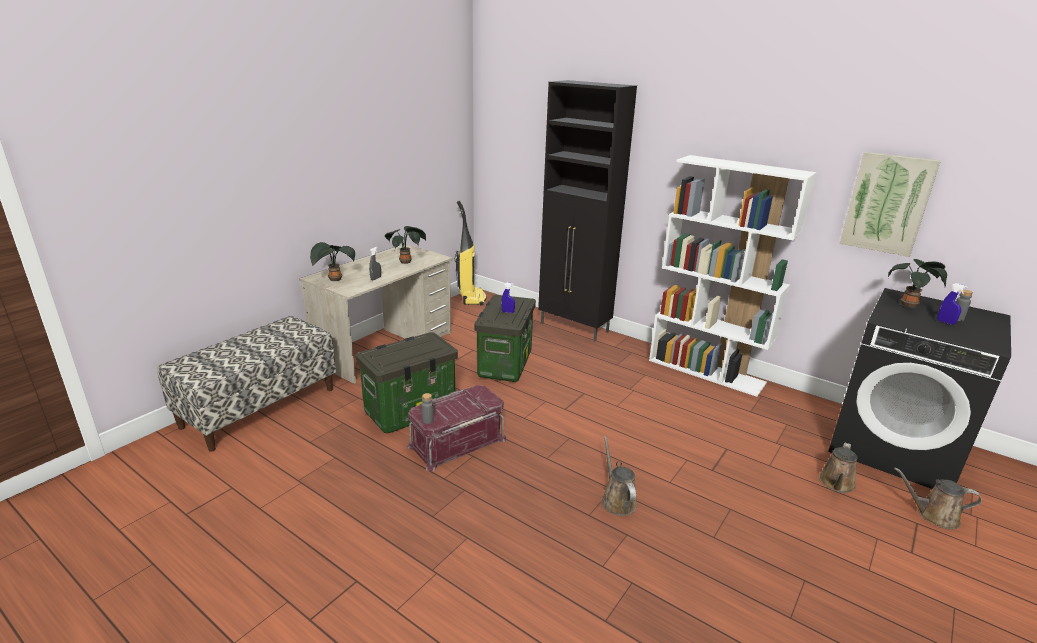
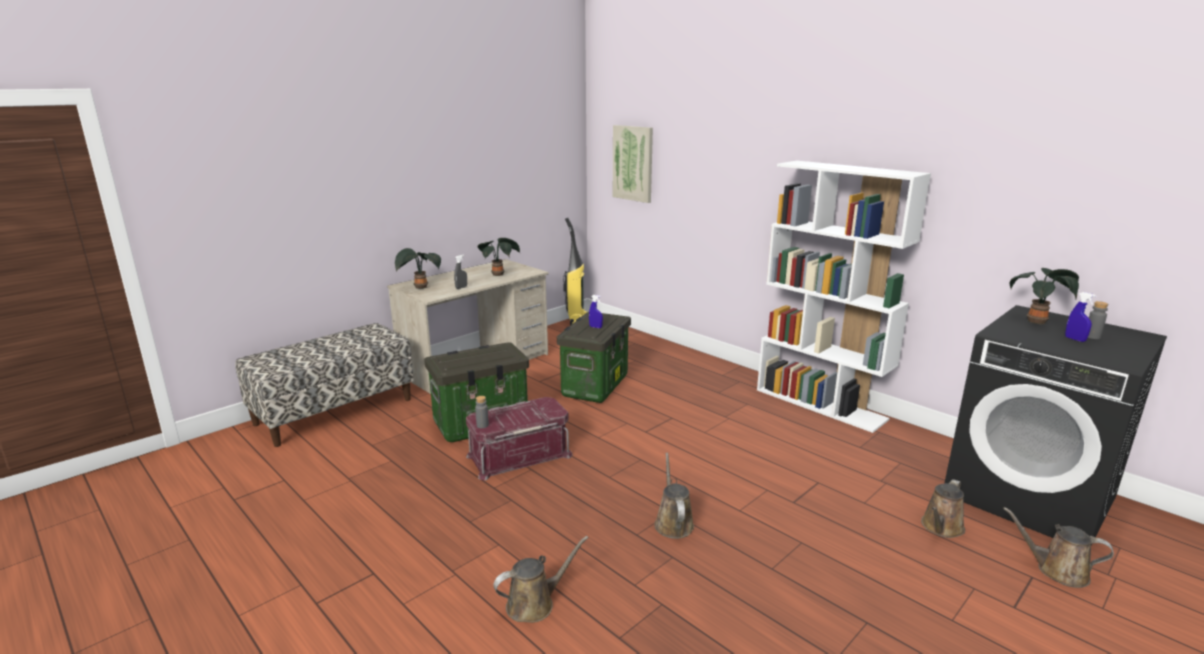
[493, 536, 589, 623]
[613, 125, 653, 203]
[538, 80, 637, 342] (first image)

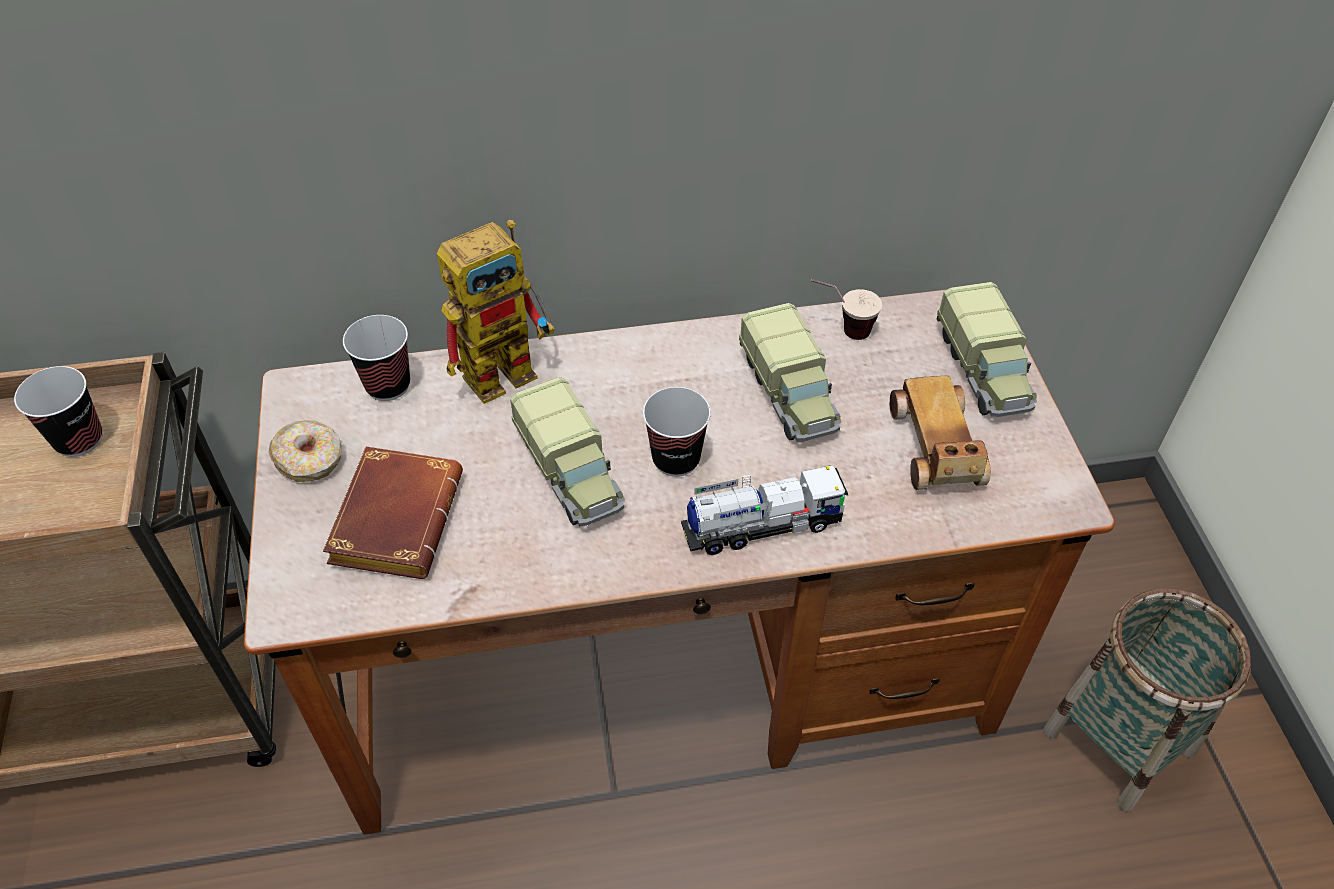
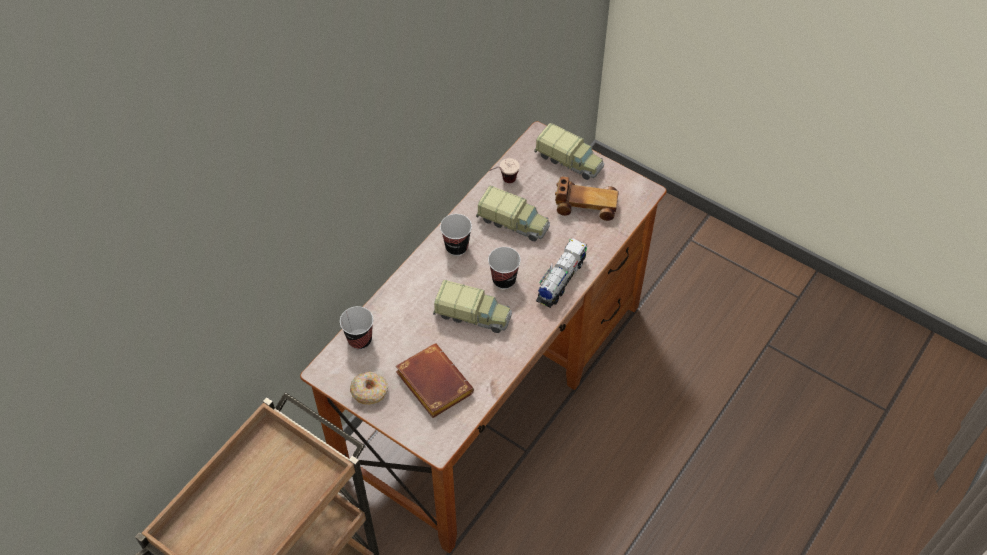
[440, 214, 472, 256]
[555, 176, 619, 221]
[437, 220, 555, 404] (first image)
[1043, 589, 1251, 812] (first image)

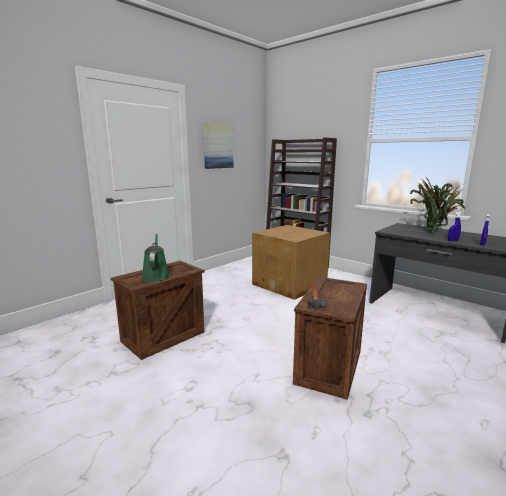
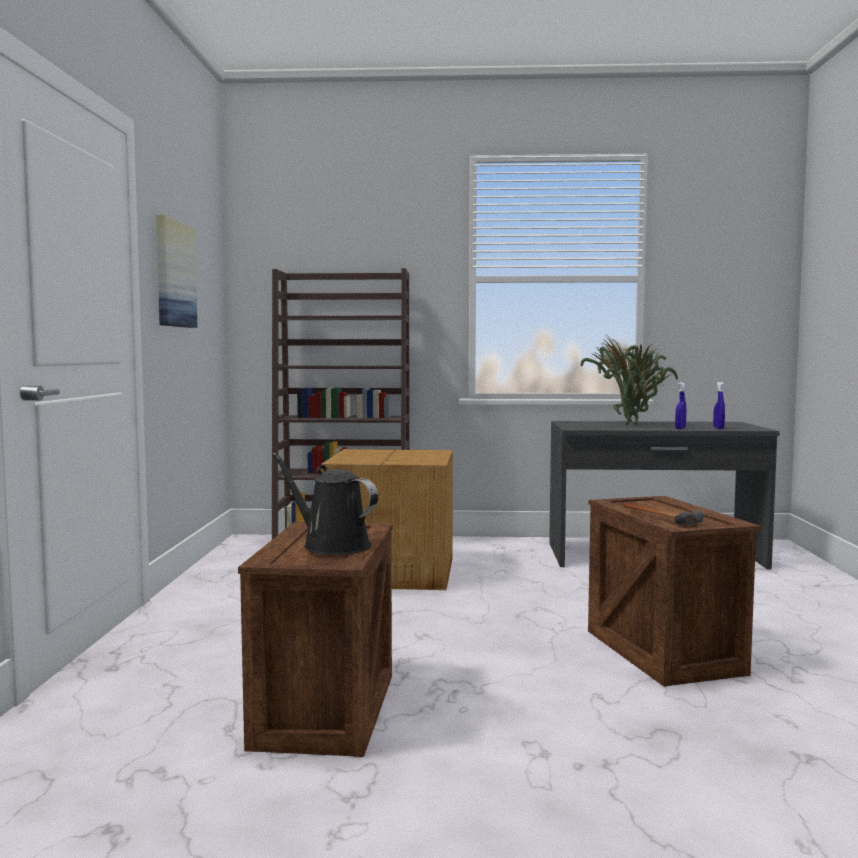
[272, 453, 378, 554]

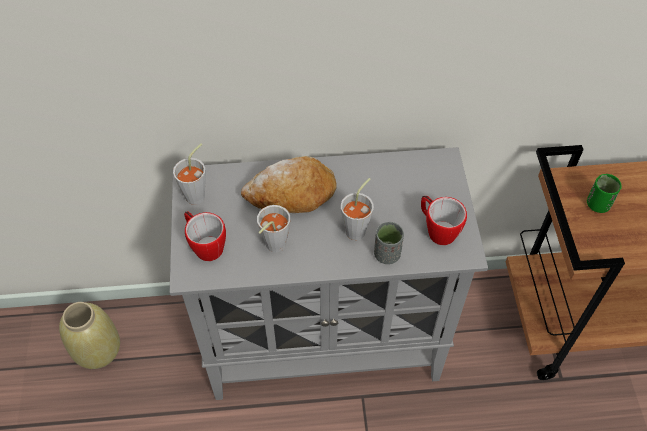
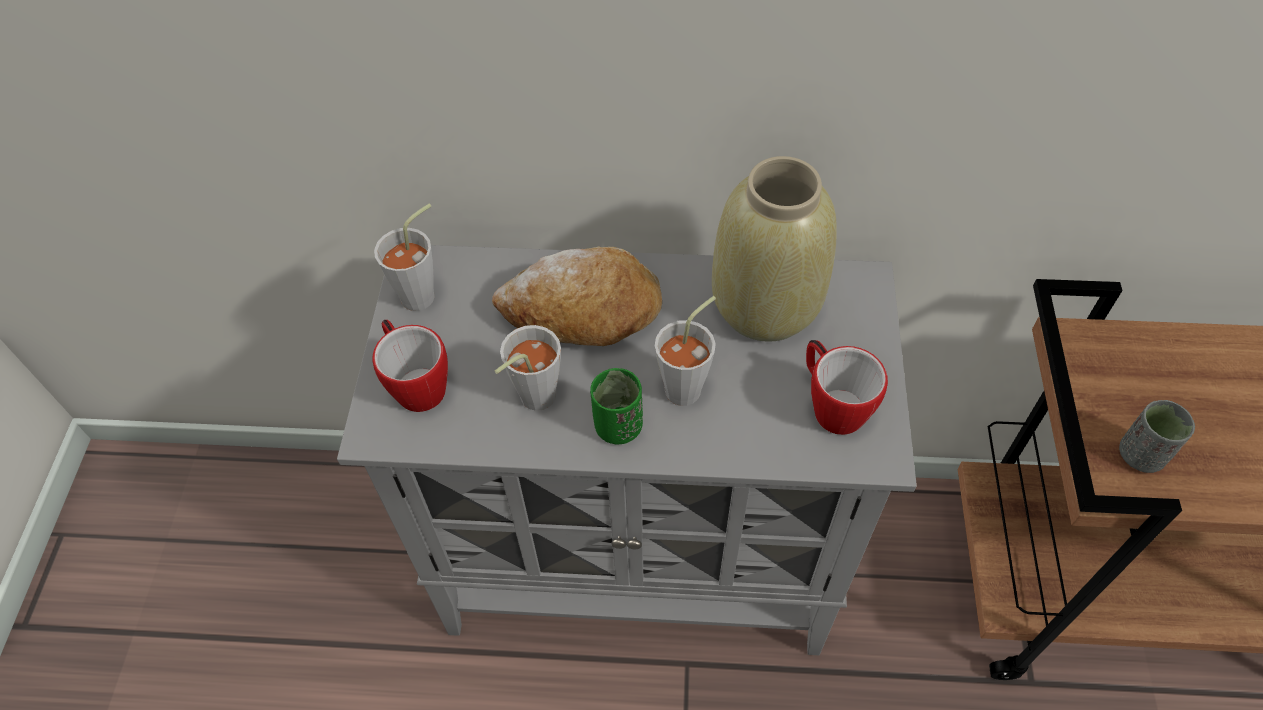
[590, 368, 643, 445]
[712, 156, 837, 342]
[1119, 400, 1195, 473]

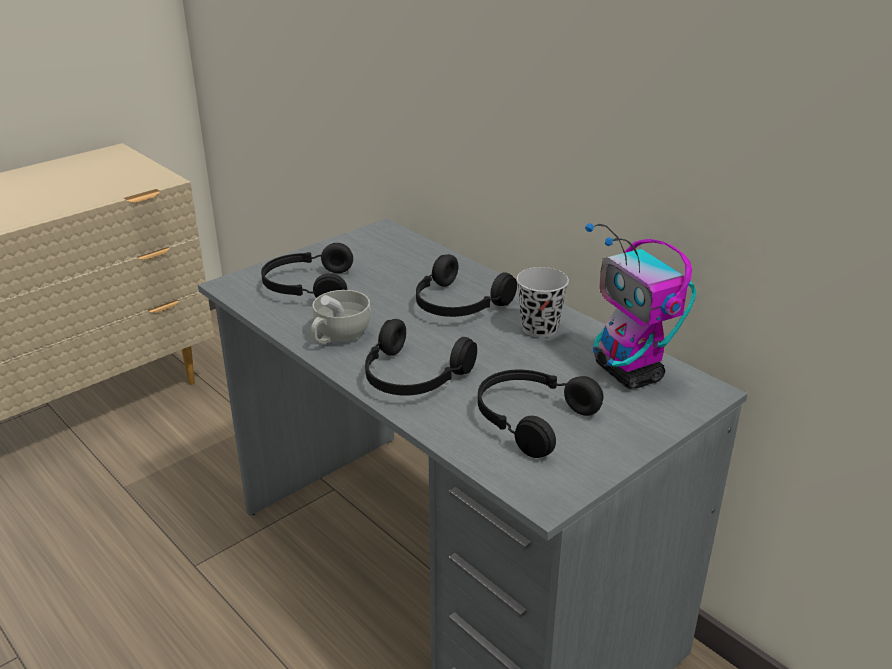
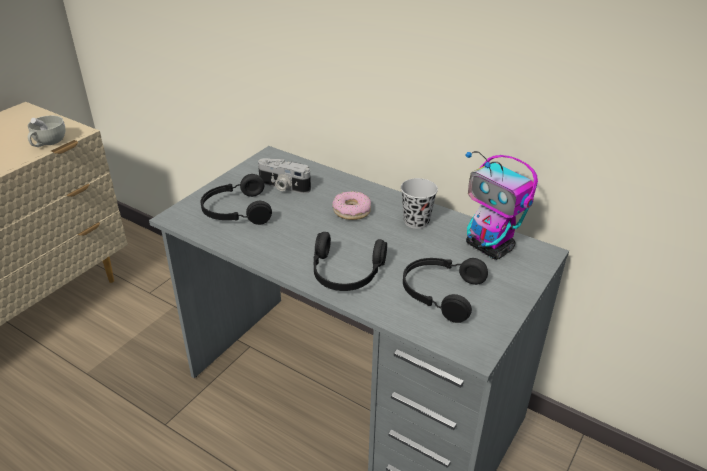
[28, 116, 65, 147]
[258, 158, 311, 194]
[332, 191, 371, 220]

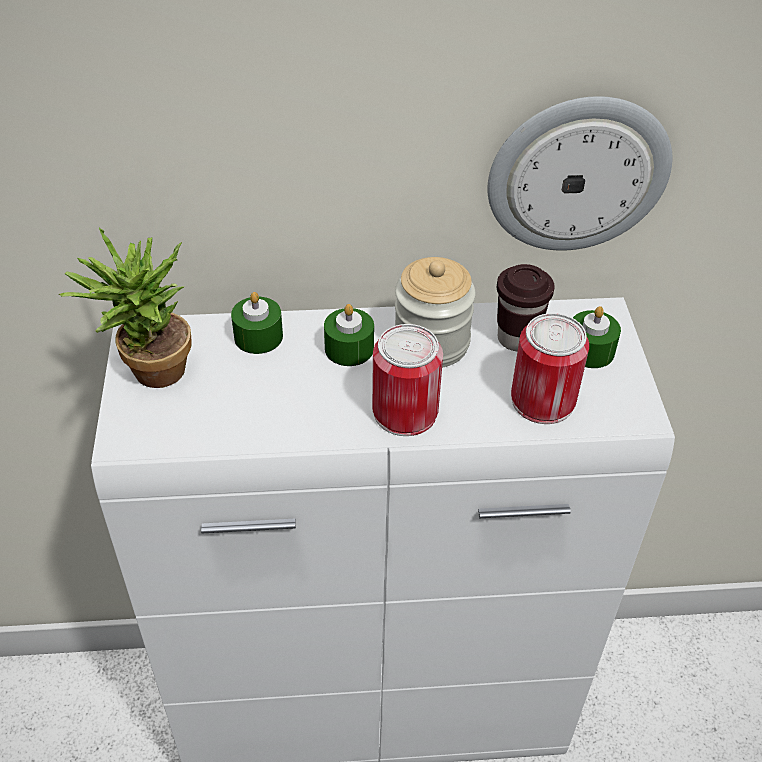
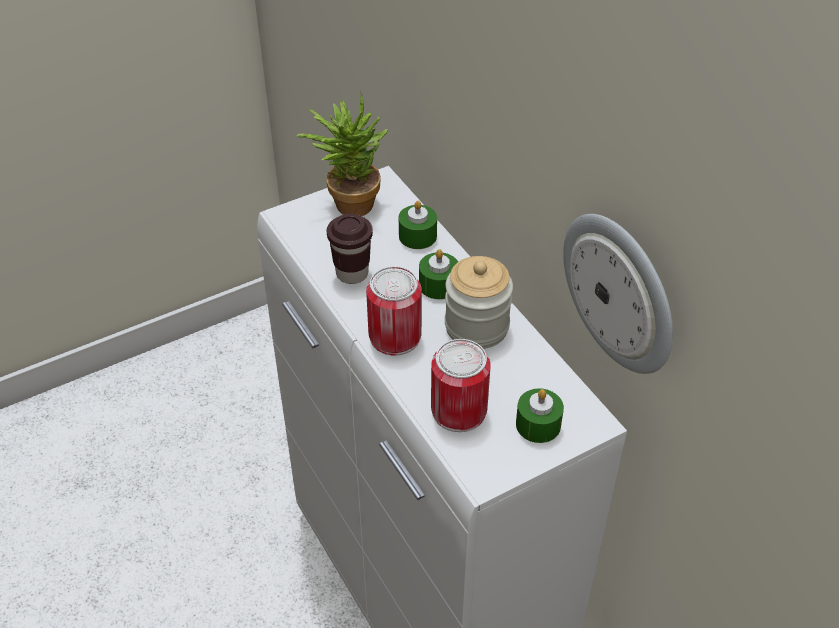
[327, 214, 373, 284]

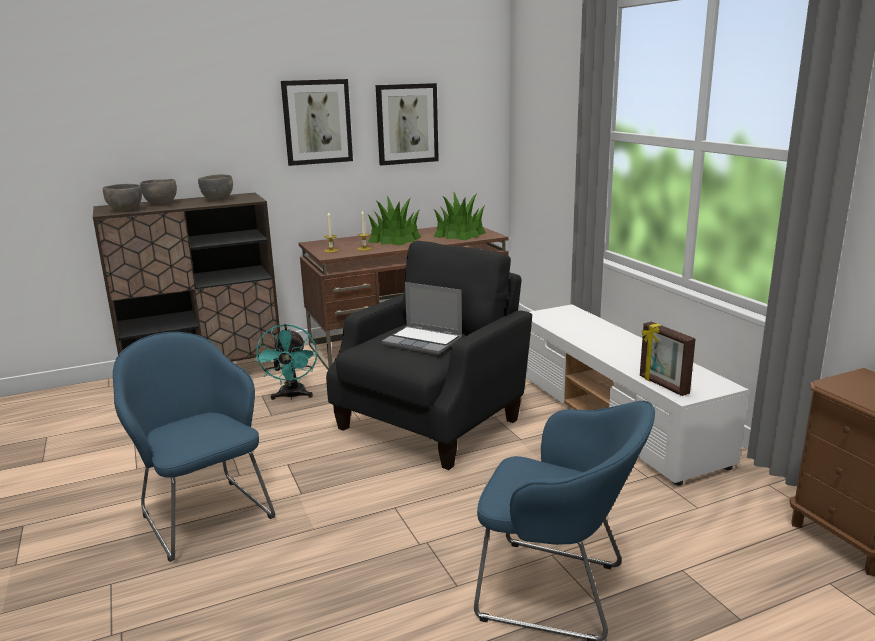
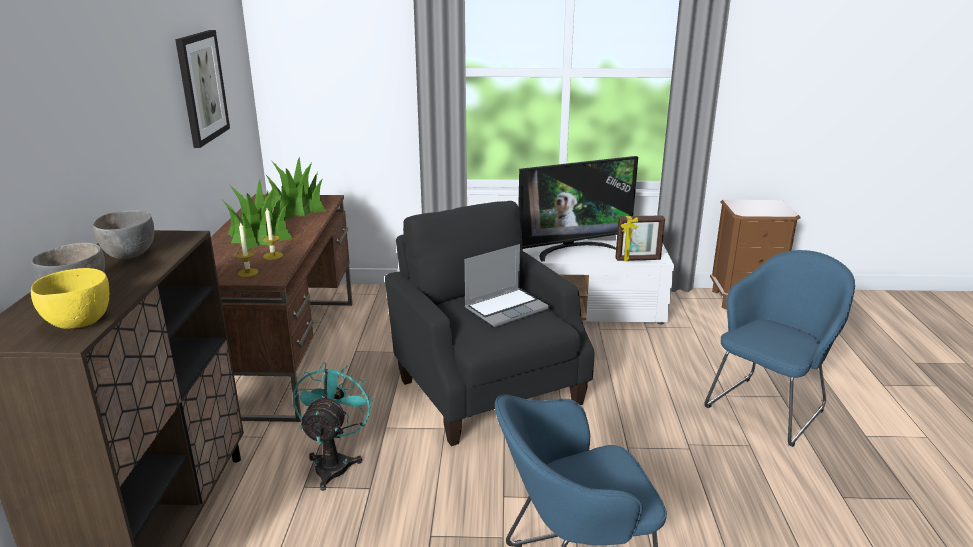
[31, 268, 109, 329]
[293, 362, 374, 491]
[518, 156, 638, 261]
[281, 79, 353, 166] (first image)

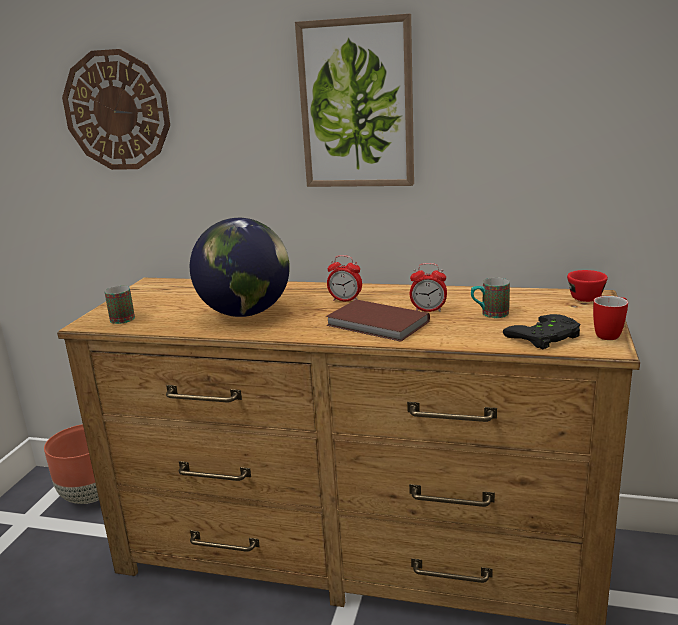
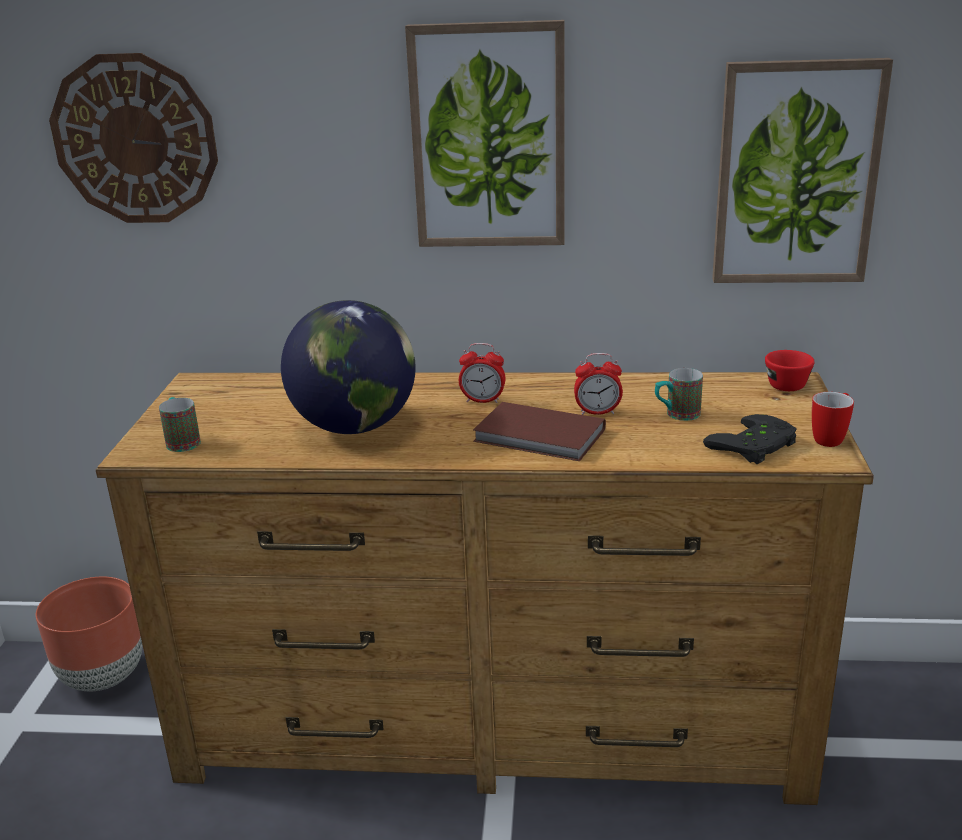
[712, 58, 893, 283]

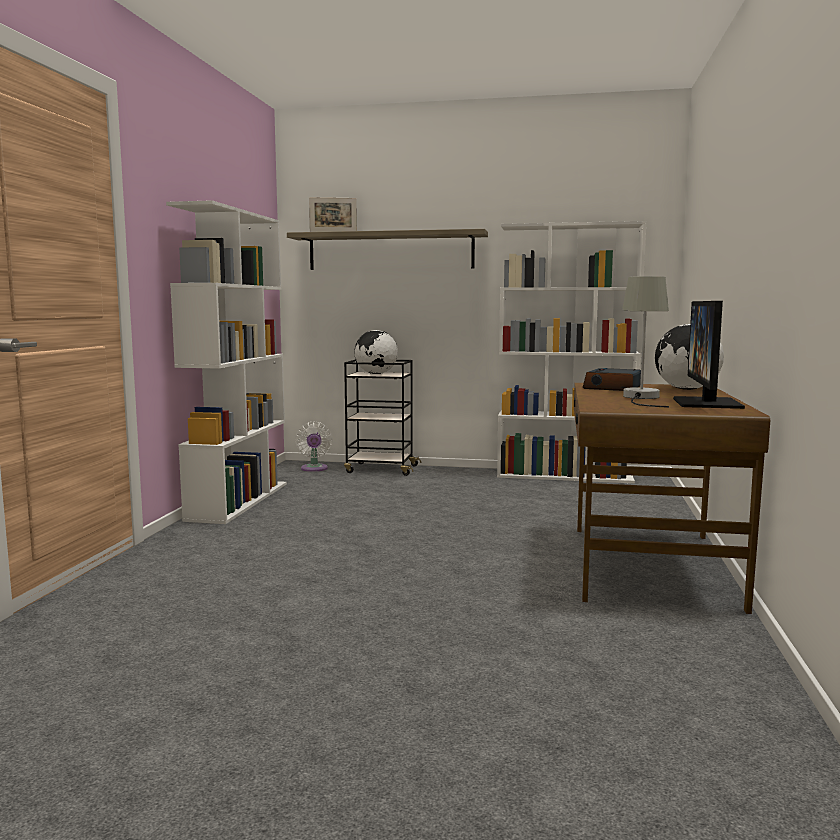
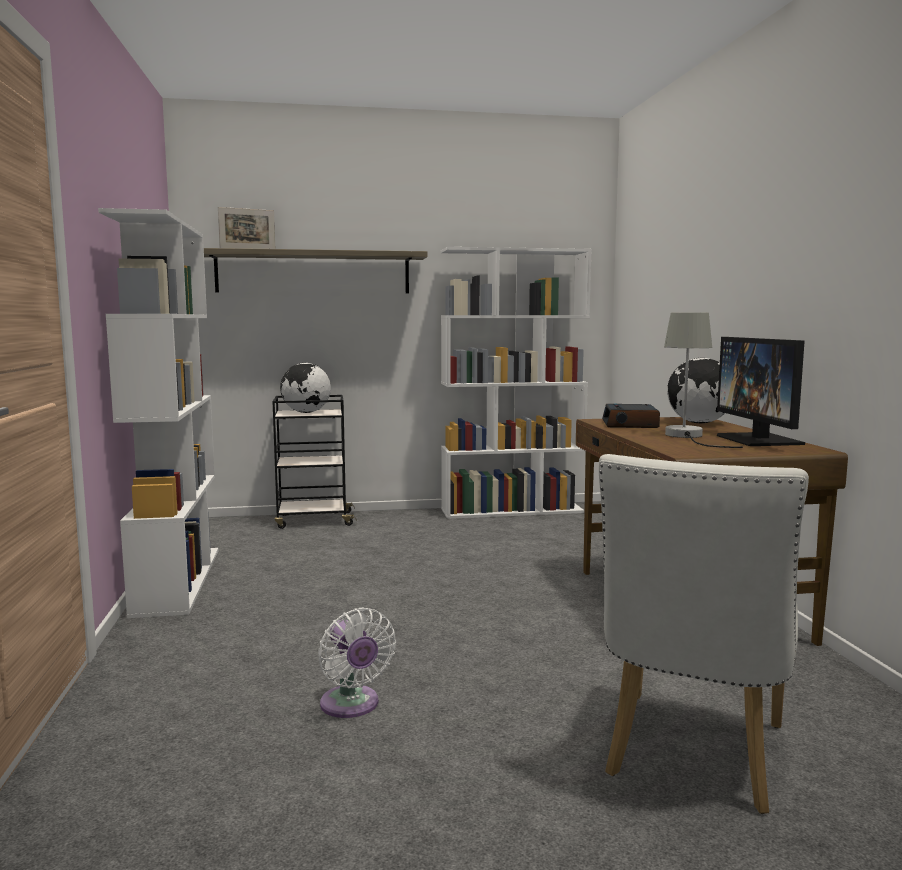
[318, 607, 396, 718]
[599, 454, 809, 814]

